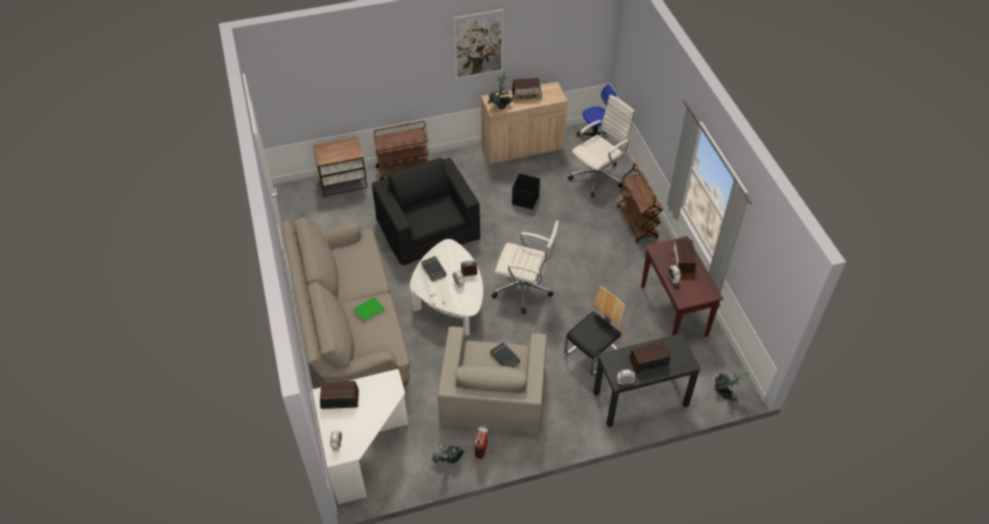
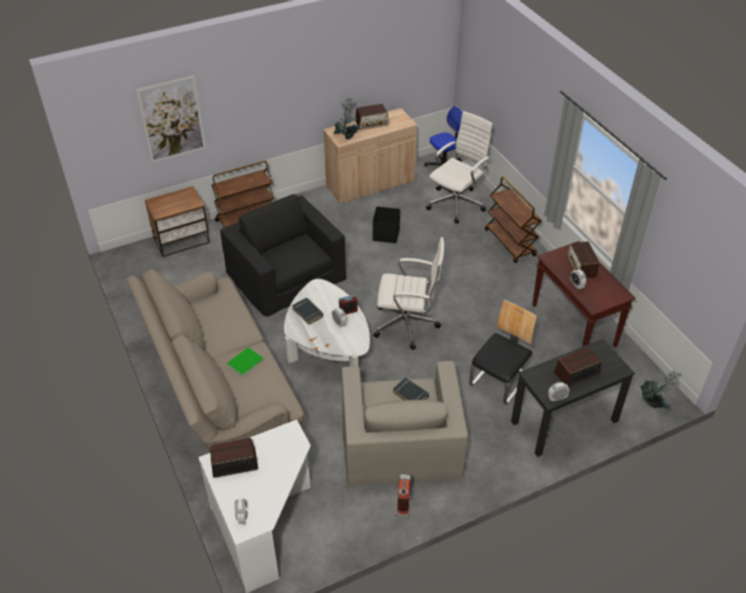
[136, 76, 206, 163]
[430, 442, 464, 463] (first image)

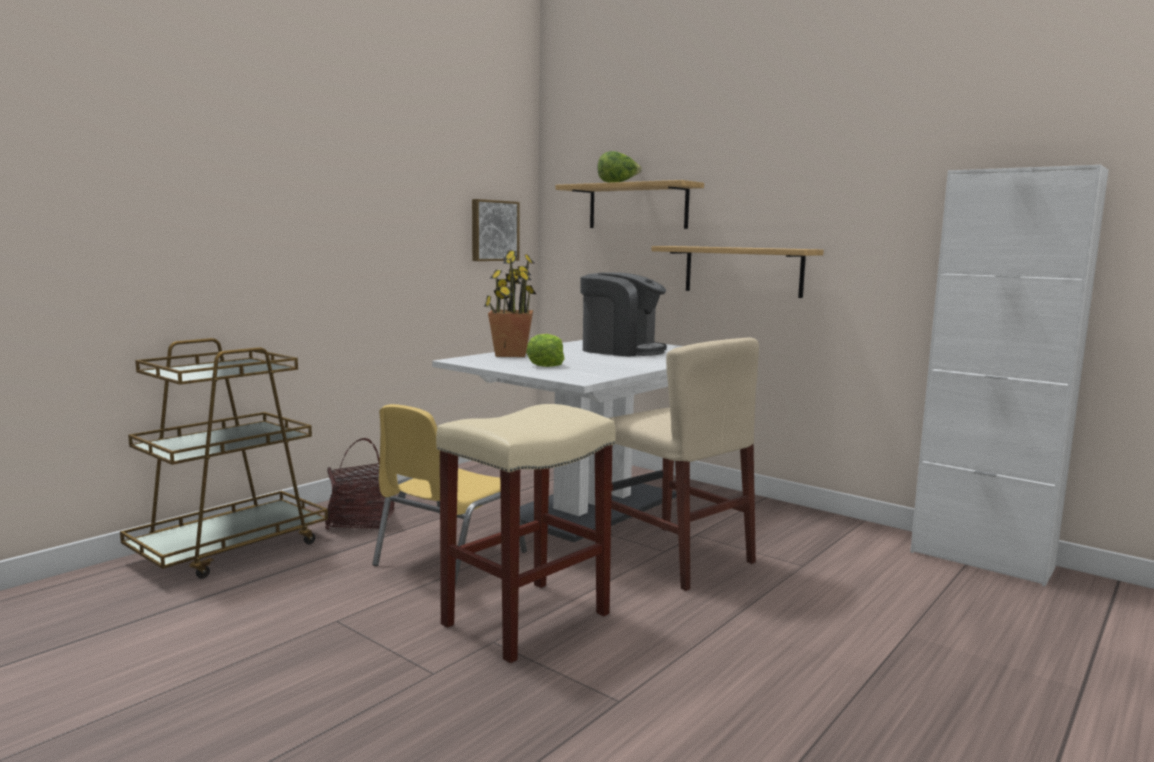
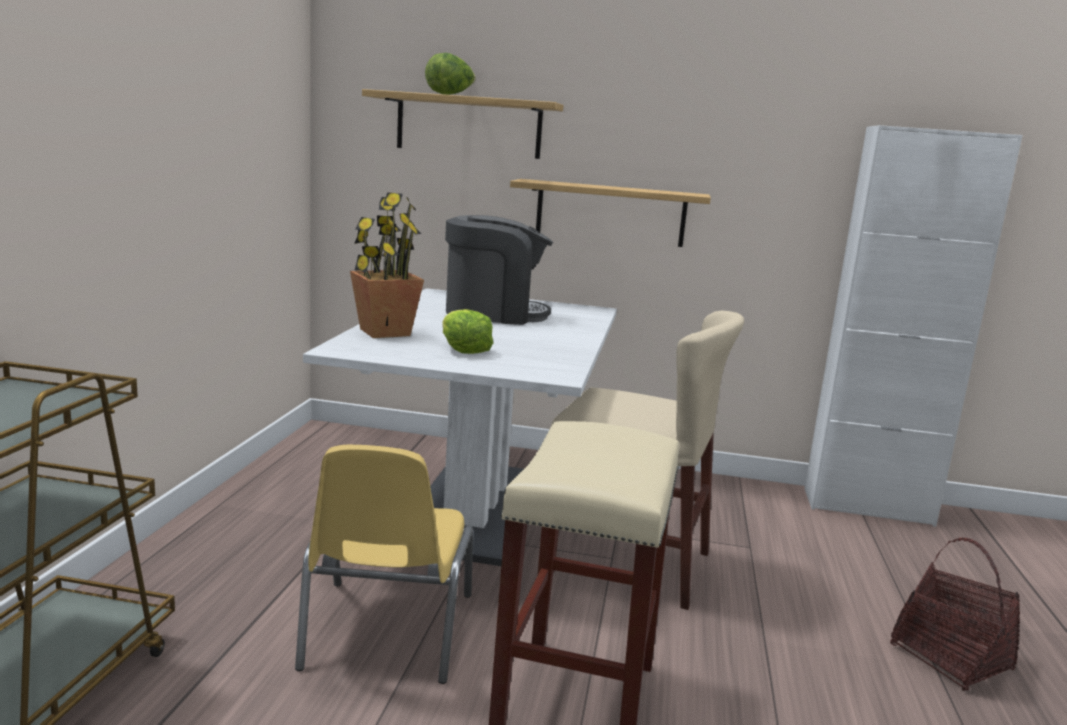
[890, 538, 1020, 691]
[472, 199, 520, 261] (first image)

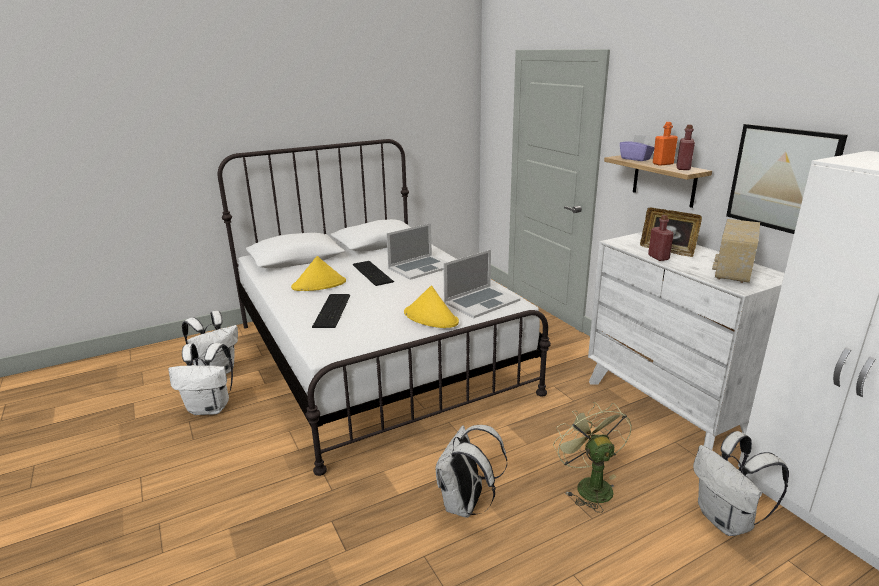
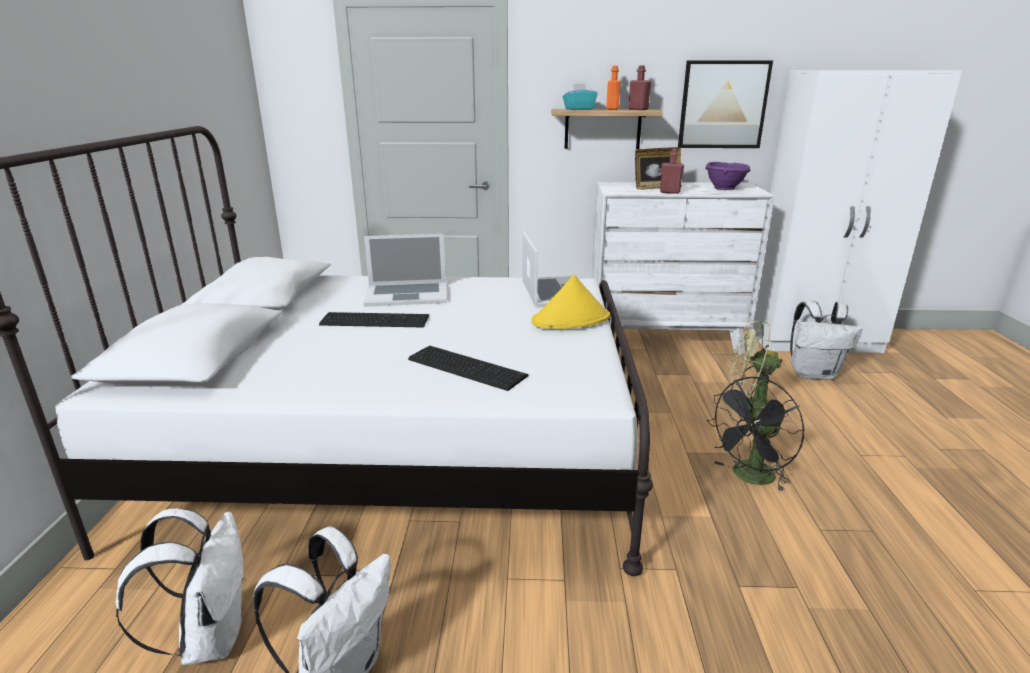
[363, 234, 447, 306]
[563, 83, 597, 110]
[705, 162, 751, 190]
[707, 377, 804, 492]
[291, 256, 346, 291] (first image)

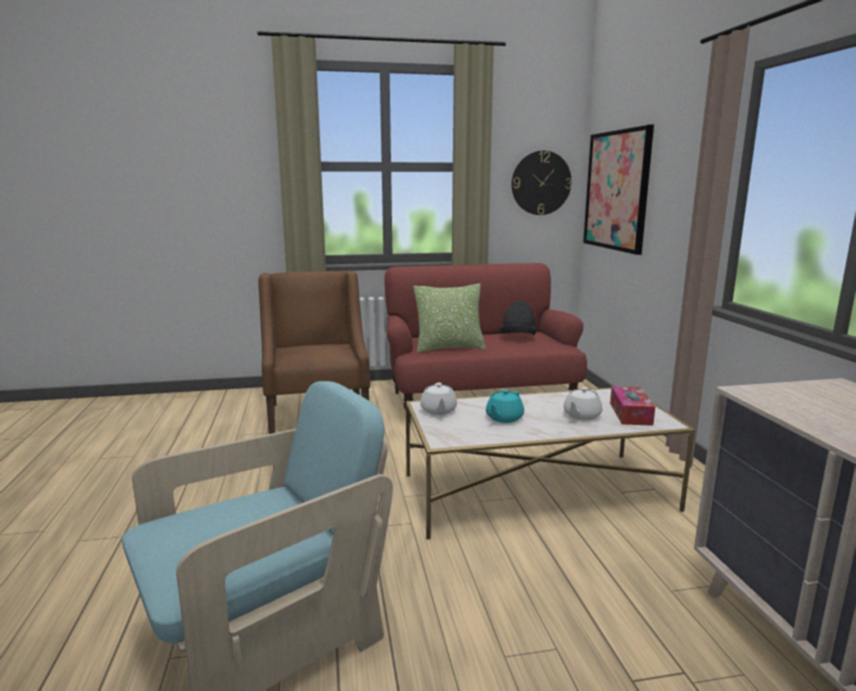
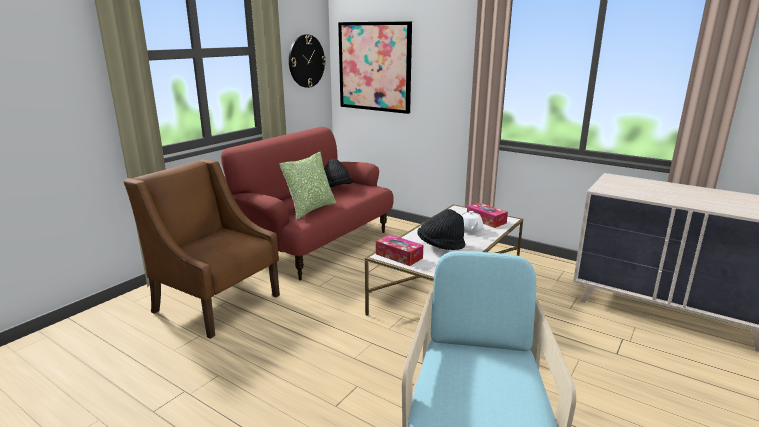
[376, 234, 423, 266]
[417, 209, 465, 250]

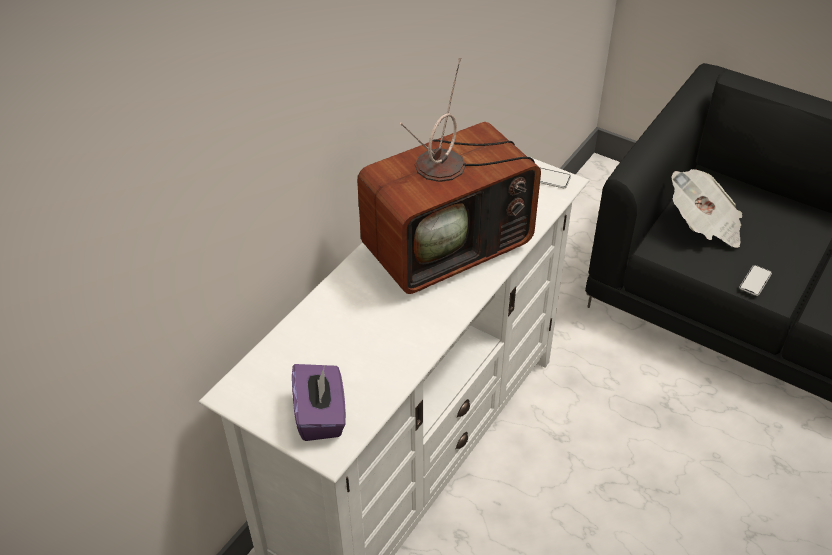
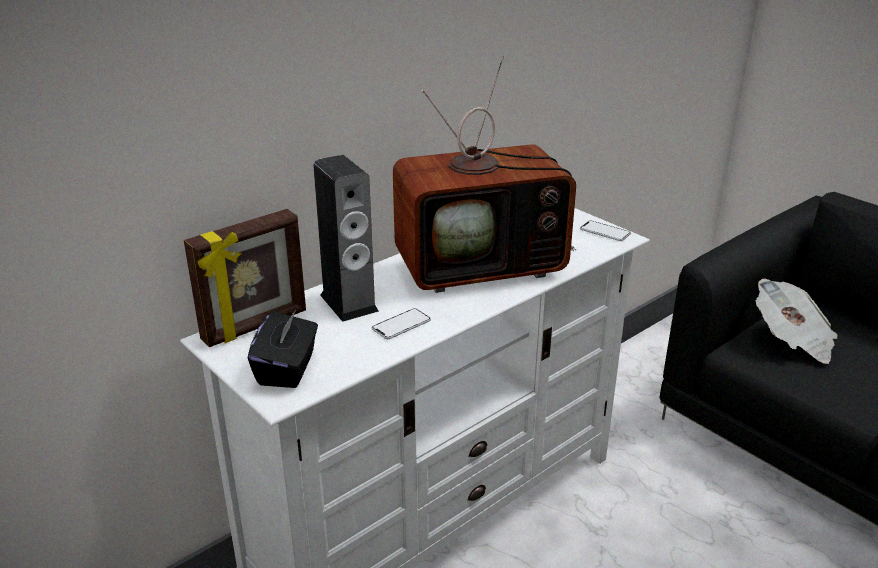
[184, 209, 306, 347]
[248, 310, 318, 388]
[313, 155, 379, 322]
[372, 308, 431, 339]

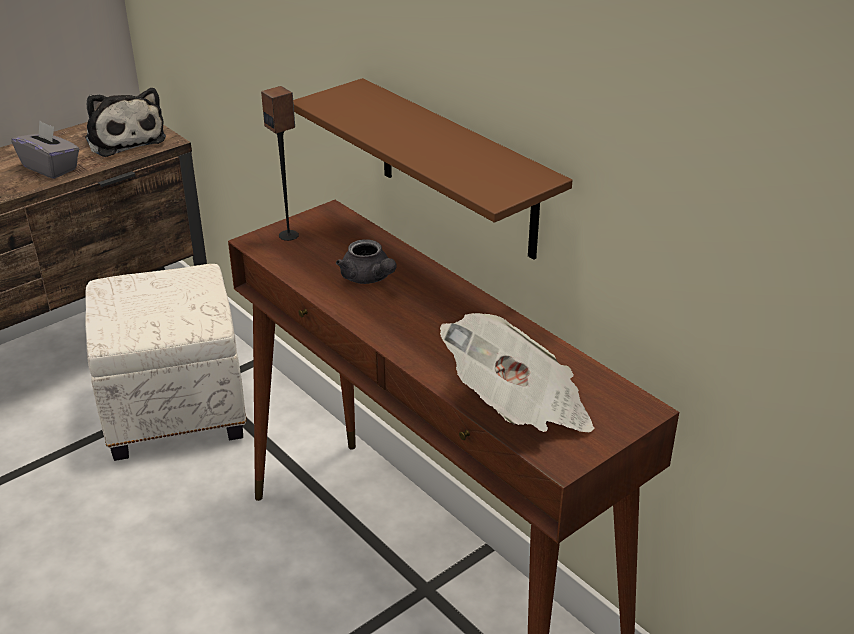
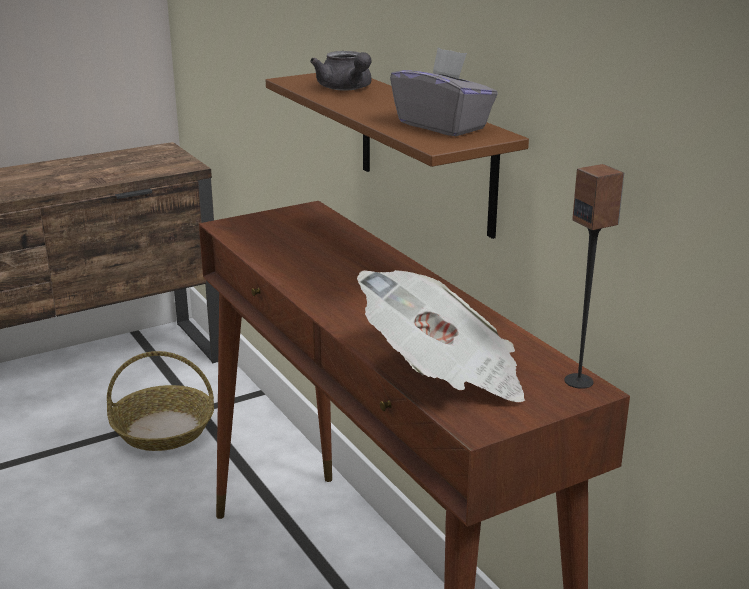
[107, 351, 214, 451]
[310, 51, 372, 90]
[390, 47, 498, 136]
[565, 164, 624, 389]
[85, 88, 166, 157] (first image)

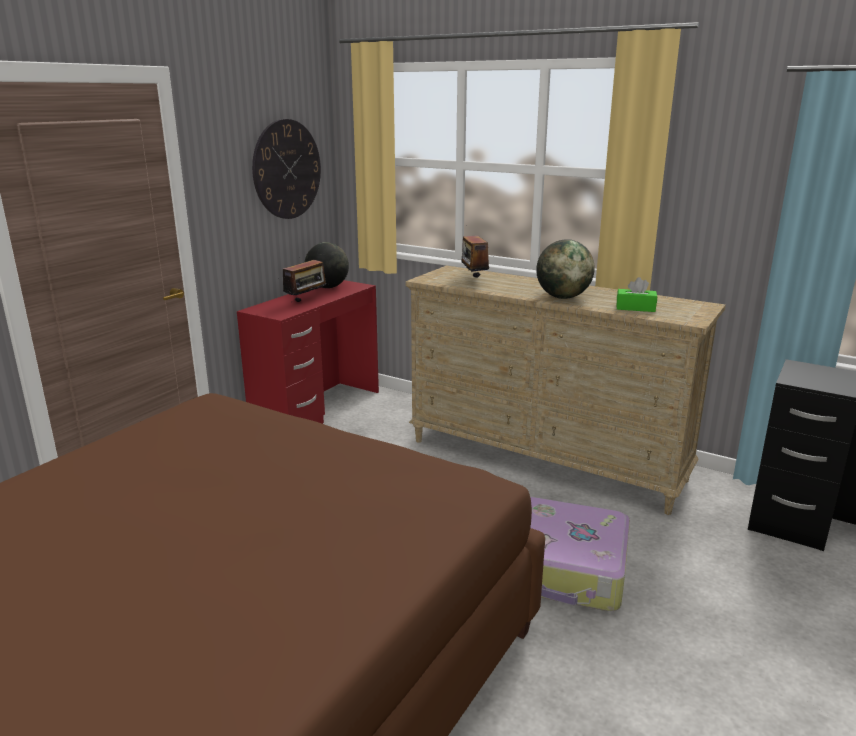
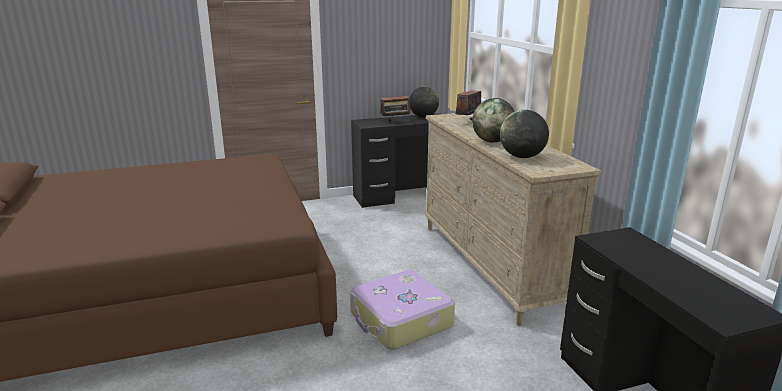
[351, 113, 440, 208]
[500, 110, 549, 158]
[252, 119, 321, 219] (first image)

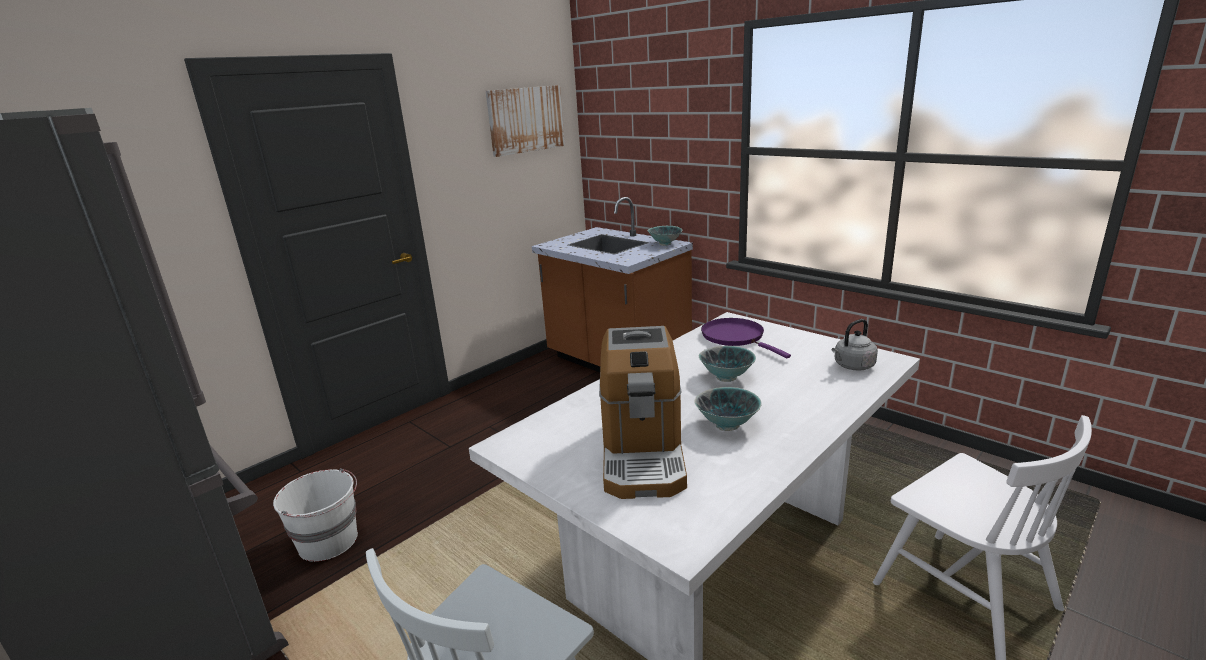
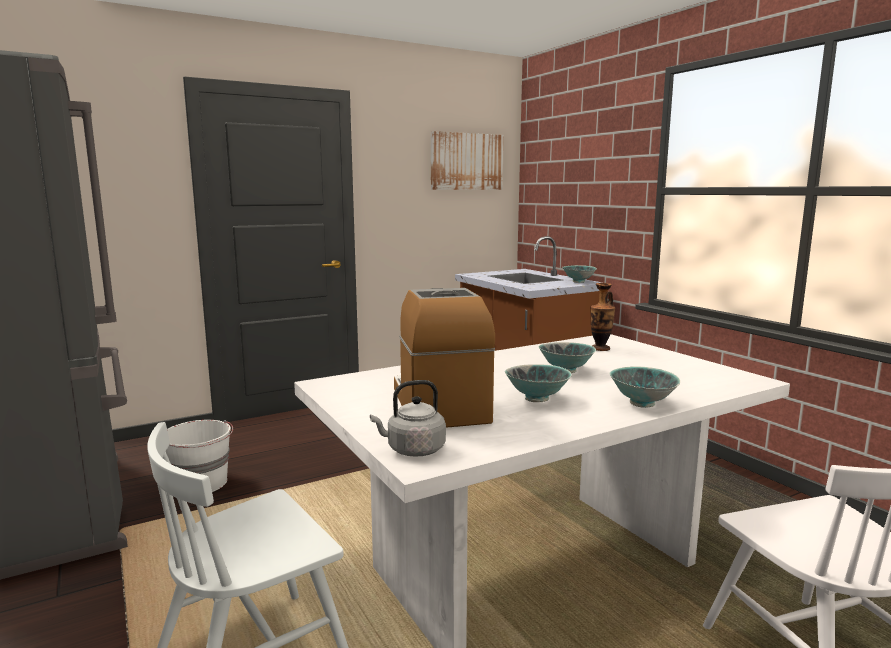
[370, 380, 446, 457]
[394, 288, 495, 428]
[590, 283, 615, 351]
[609, 366, 680, 408]

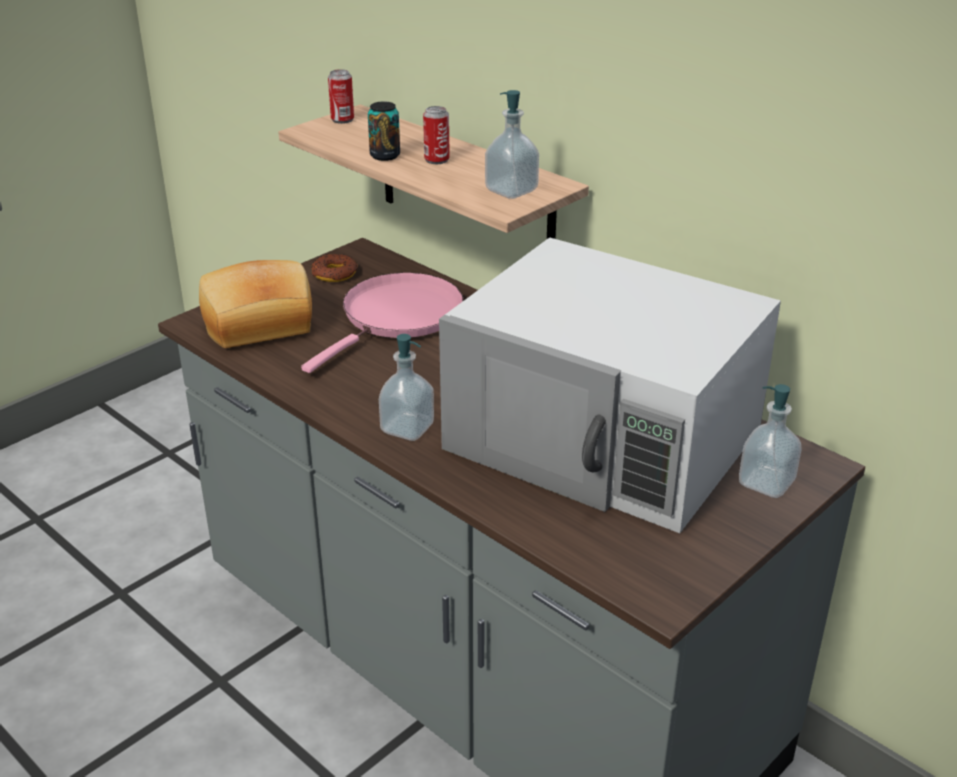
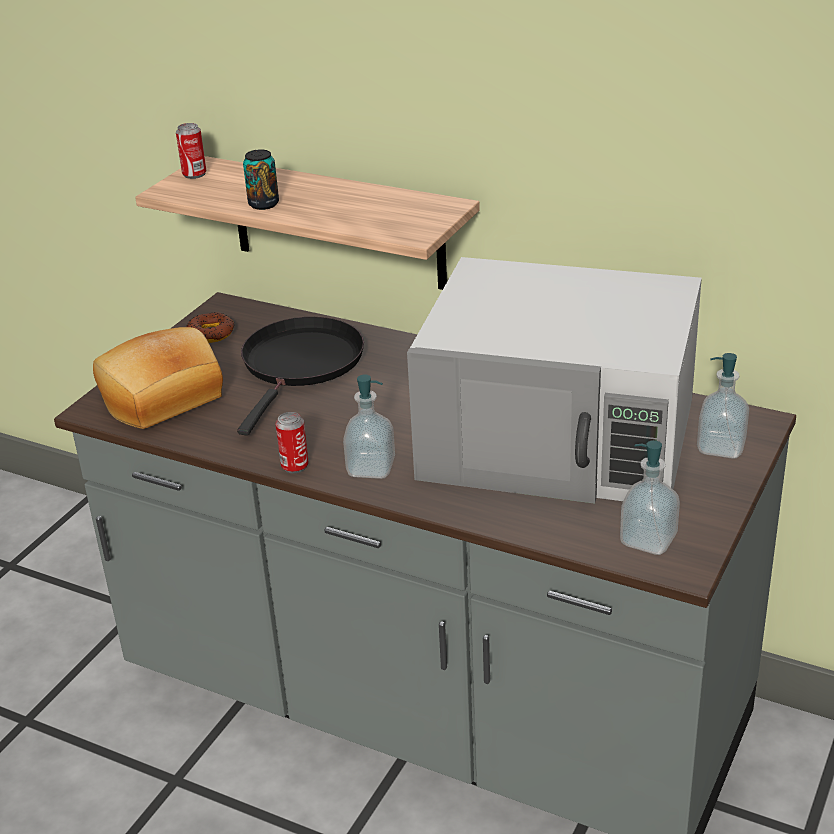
[237, 317, 364, 435]
[276, 412, 309, 473]
[620, 440, 680, 555]

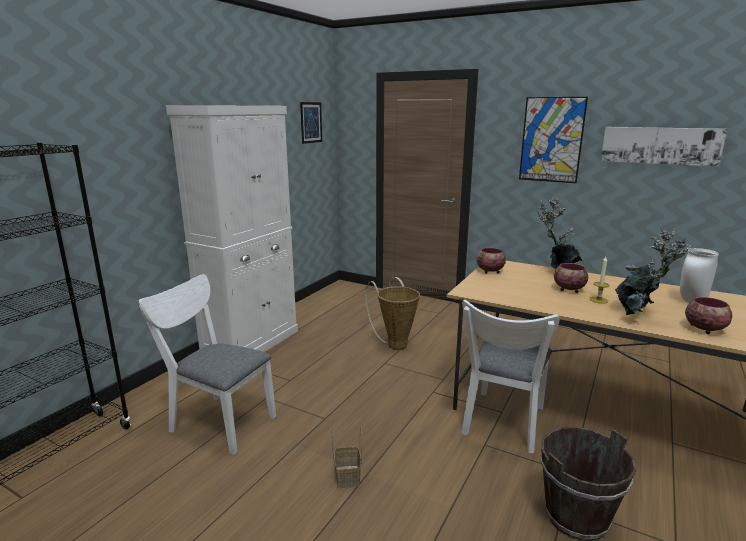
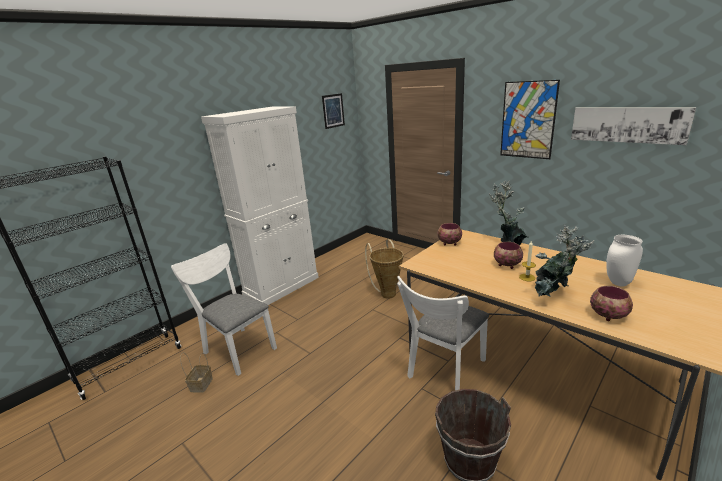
[180, 352, 213, 393]

